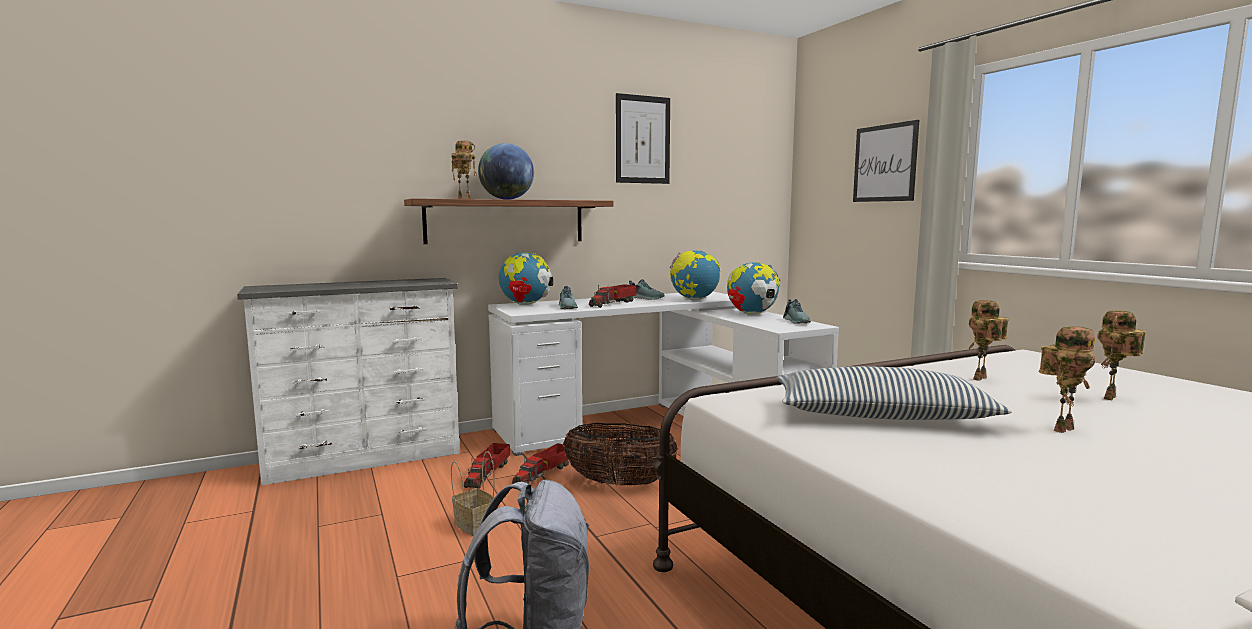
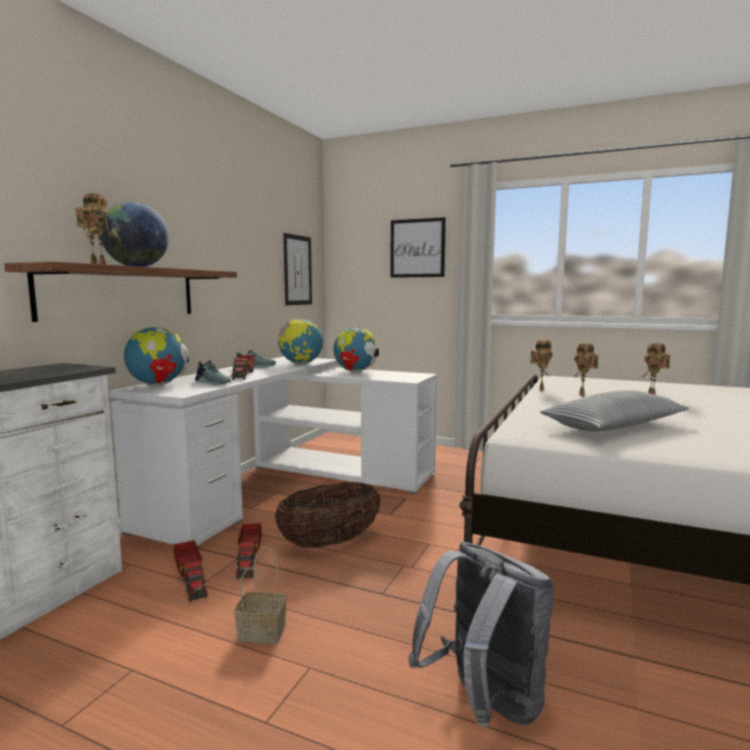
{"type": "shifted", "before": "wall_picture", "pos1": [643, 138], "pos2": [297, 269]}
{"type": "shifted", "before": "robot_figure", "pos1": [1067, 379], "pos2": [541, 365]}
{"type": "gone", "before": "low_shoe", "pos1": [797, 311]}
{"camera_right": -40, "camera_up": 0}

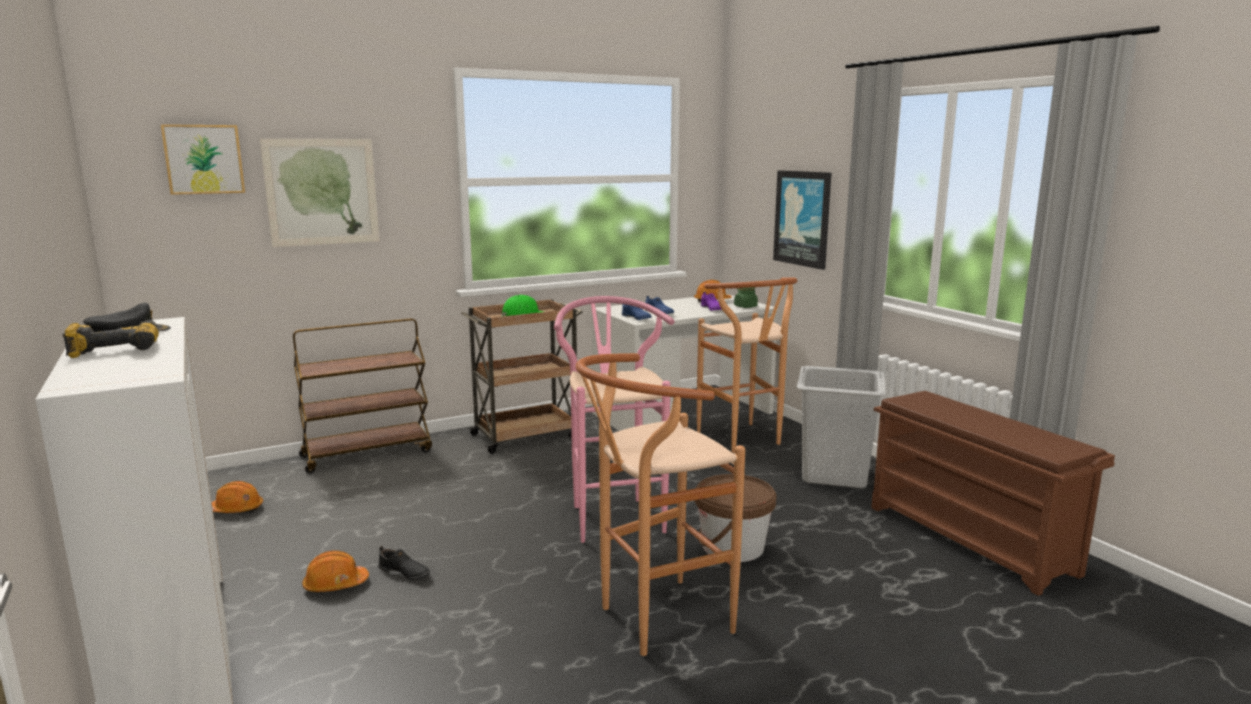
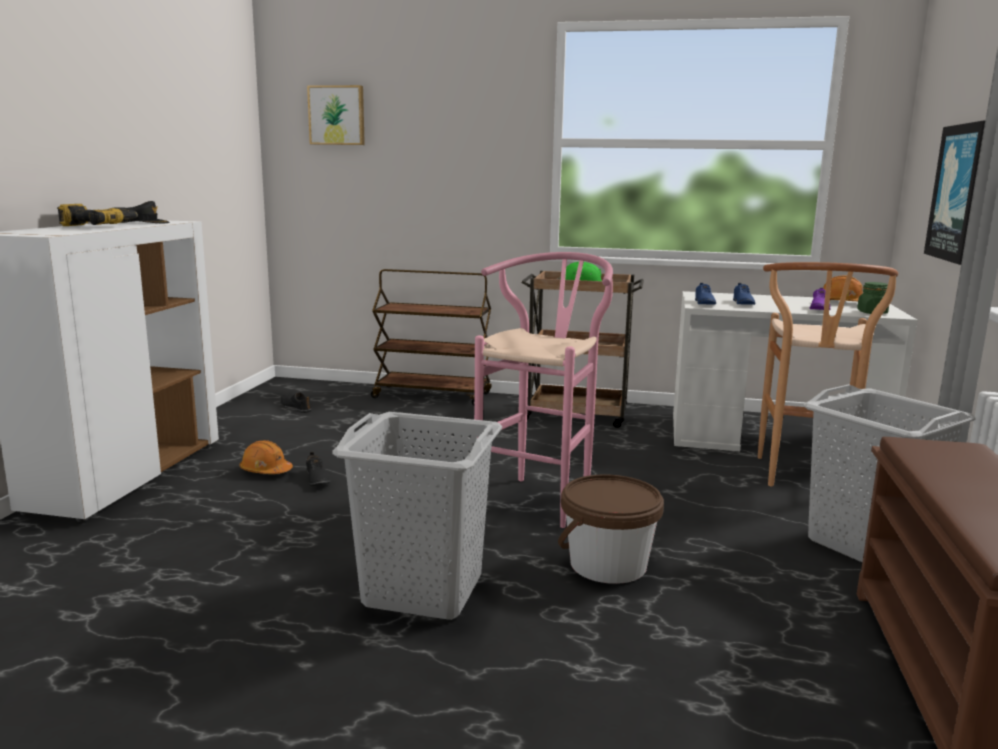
{"type": "swapped", "before": "orange-coloured_hard_hat", "after": "black-coloured_low_shoe", "pos1": [237, 497], "pos2": [296, 402]}
{"type": "swapped", "before": "brown_stool_seat", "after": "greyish_washing_basket", "pos1": [660, 504], "pos2": [417, 516]}
{"type": "gone", "before": "wall_picture", "pos1": [320, 193]}
{"camera_right": 40, "camera_up": 0}

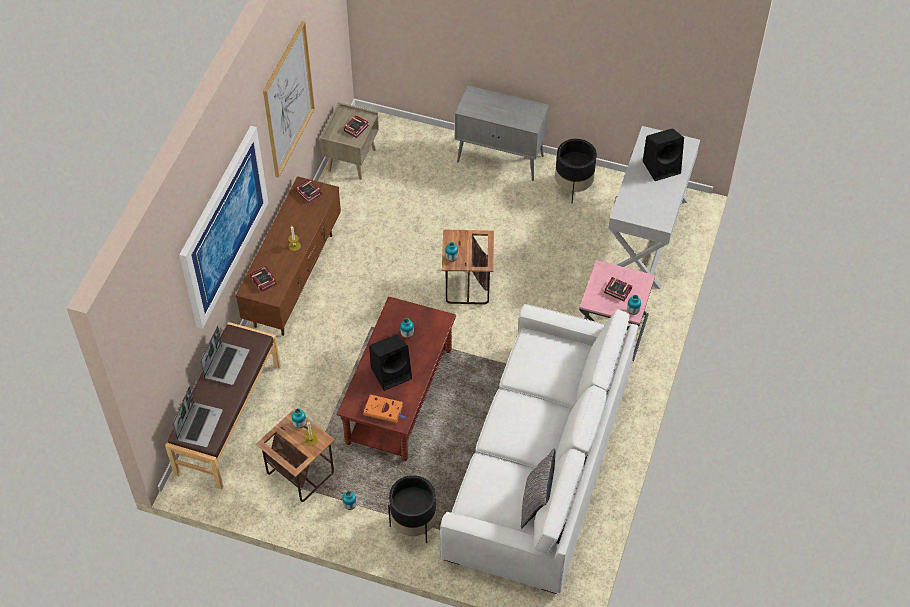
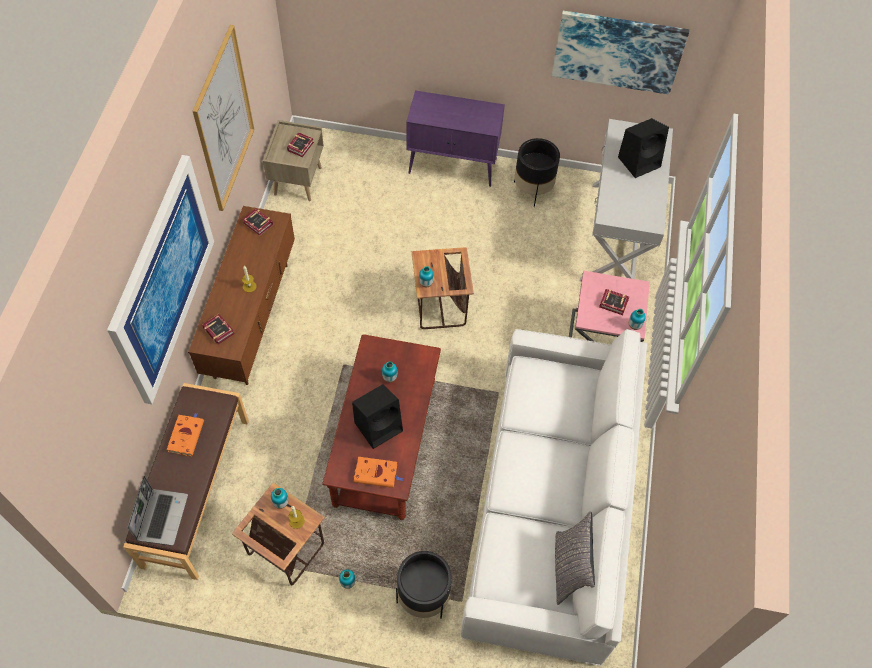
{"type": "swapped", "before": "notebook_computer", "after": "orange-coloured_book", "pos1": [224, 355], "pos2": [185, 434]}
{"type": "repainted", "before": "greyish_cabinet", "after": "purplish_cabinet", "pos1": [502, 133], "pos2": [455, 138]}
{"type": "new", "after": "wall_picture", "pos2": [620, 53]}
{"camera_right": -10, "camera_up": 5}

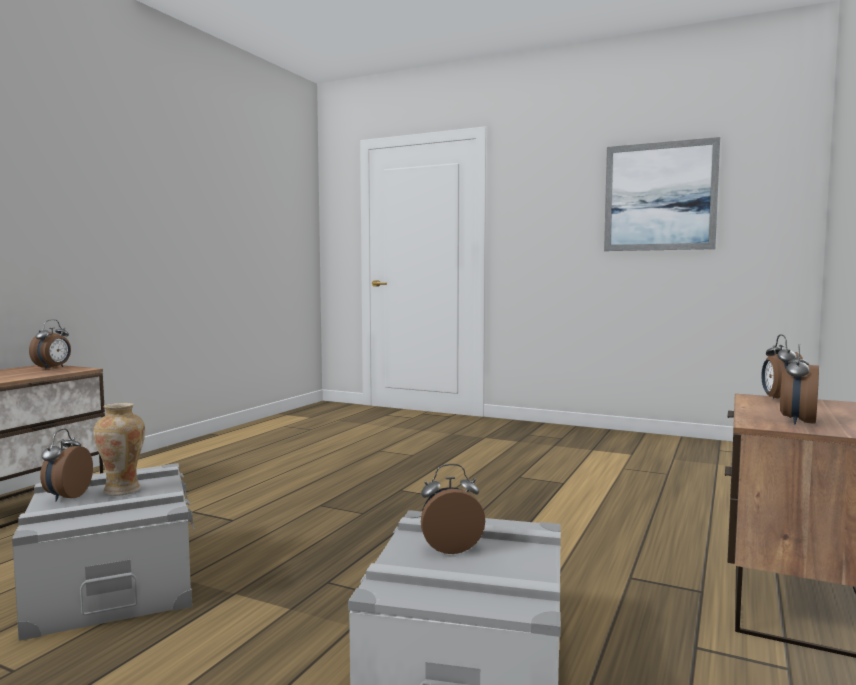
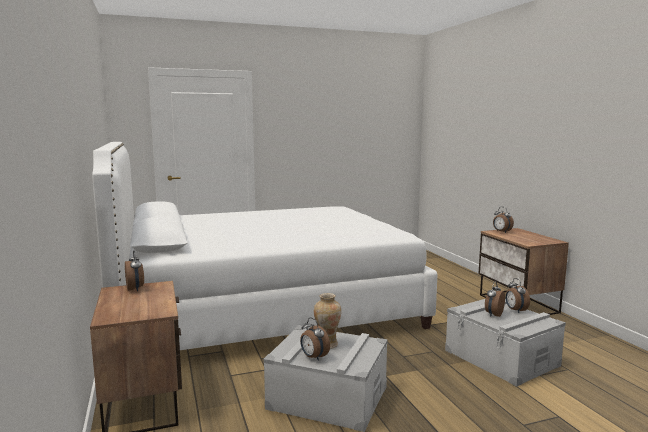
{"type": "new", "after": "white_bedroom_bed", "pos2": [264, 246]}
{"type": "shifted", "before": "bedside_clock", "pos1": [799, 384], "pos2": [517, 295]}
{"type": "gone", "before": "wall_picture", "pos1": [662, 194]}
{"camera_right": -45, "camera_up": 5}

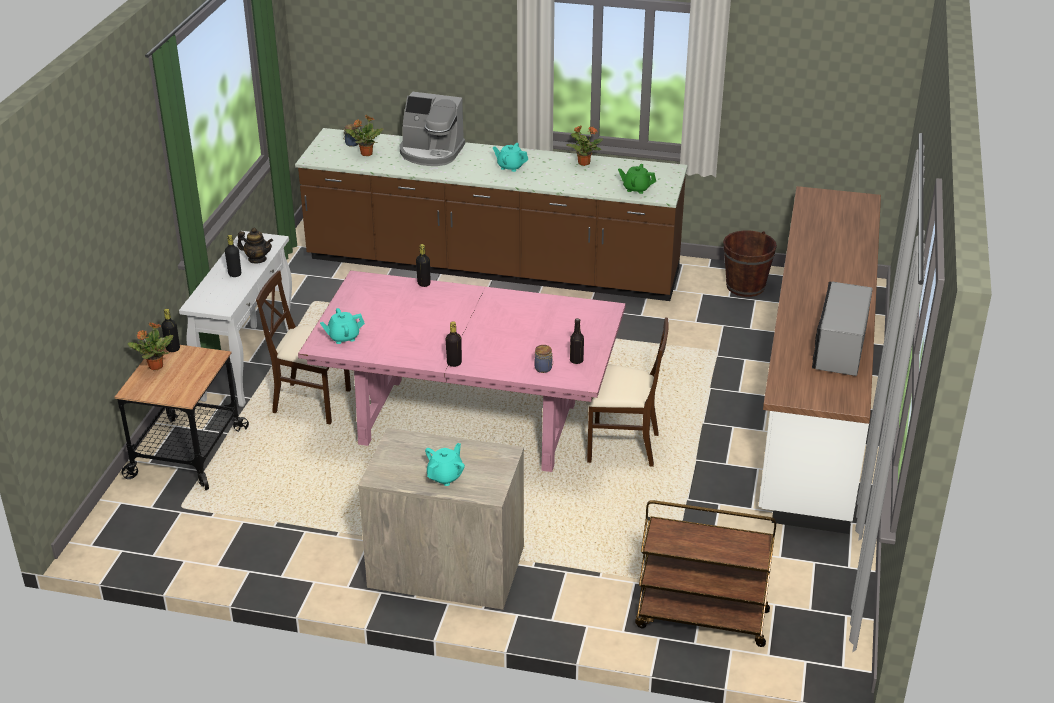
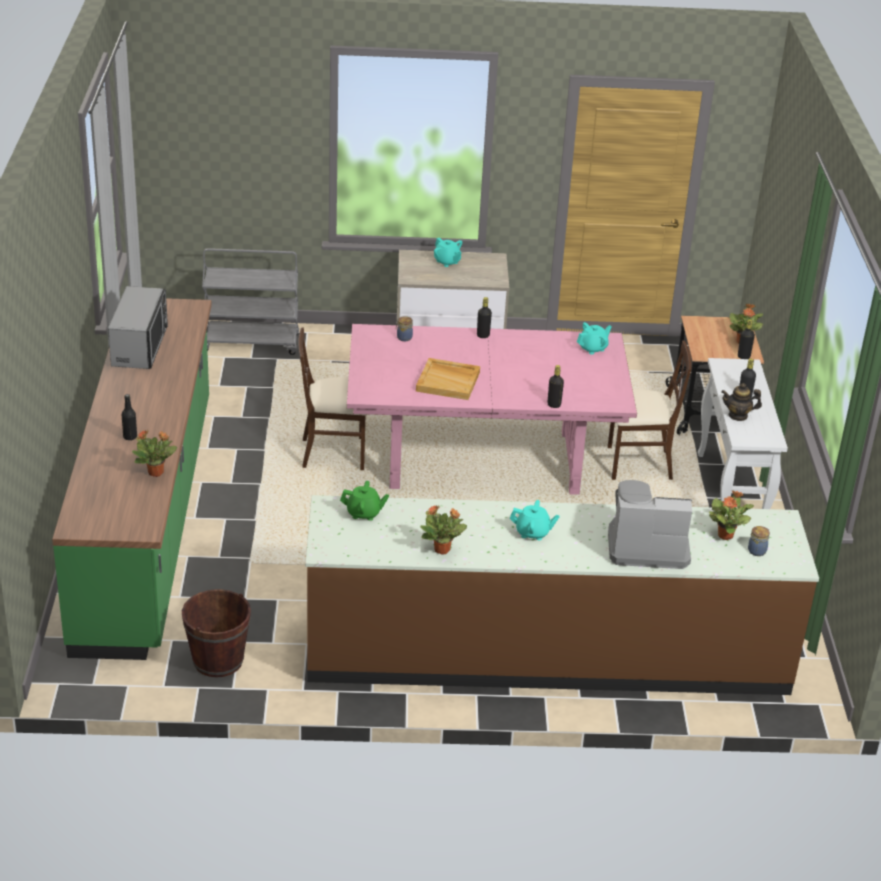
{"type": "repainted", "before": "white_counter", "after": "greenish_counter", "pos1": [820, 360], "pos2": [132, 479]}
{"type": "shifted", "before": "black-coloured_drink_bottle", "pos1": [577, 341], "pos2": [129, 417]}
{"type": "new", "after": "houseplant", "pos2": [154, 453]}
{"type": "repainted", "before": "brown_trolley", "after": "greyish_trolley", "pos1": [705, 573], "pos2": [250, 301]}
{"type": "new", "after": "beige_carrying_tray", "pos2": [448, 379]}
{"type": "rotated", "before": "turquoise_pot_for_tea", "pos1": [445, 464], "pos2": [448, 252], "turn": -60}
{"camera_right": 165, "camera_up": 0}

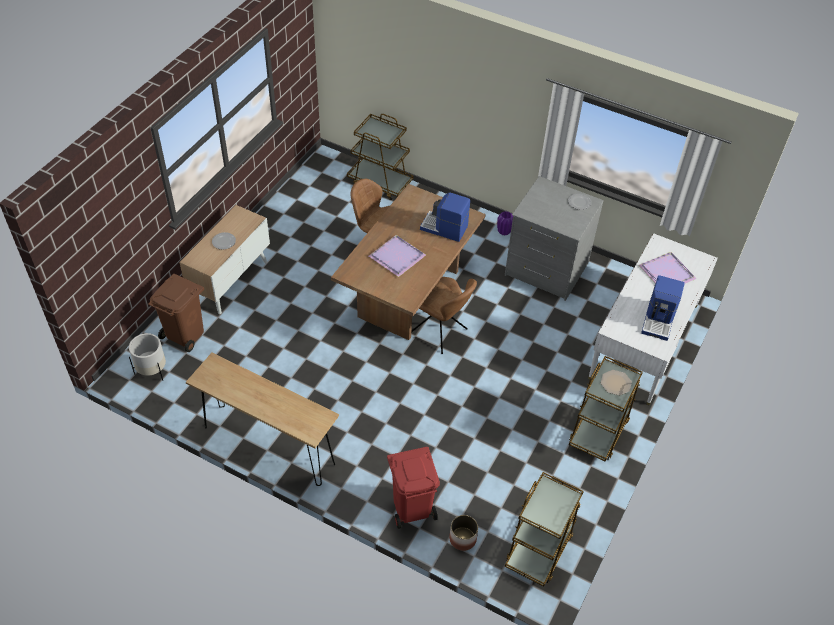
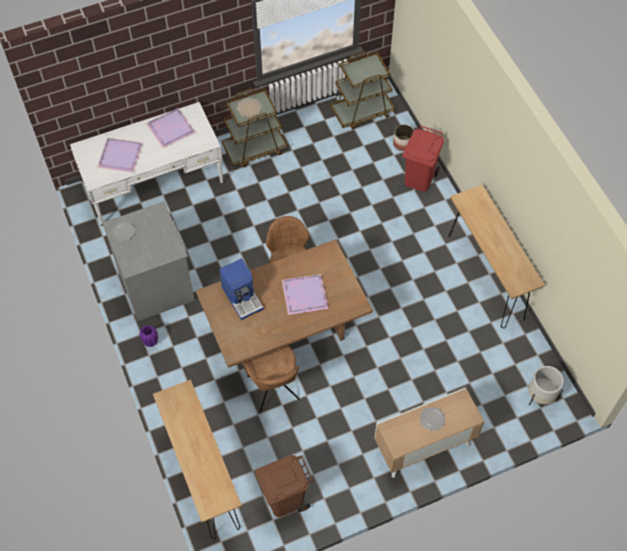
{"type": "swapped", "before": "coffee_machine", "after": "purplish_carrying_tray", "pos1": [663, 308], "pos2": [171, 128]}
{"type": "swapped", "before": "brown_trolley", "after": "brown_narrow_table", "pos1": [380, 157], "pos2": [197, 459]}
{"type": "shifted", "before": "brown_trash_can", "pos1": [176, 313], "pos2": [284, 486]}
{"camera_right": -140, "camera_up": 10}

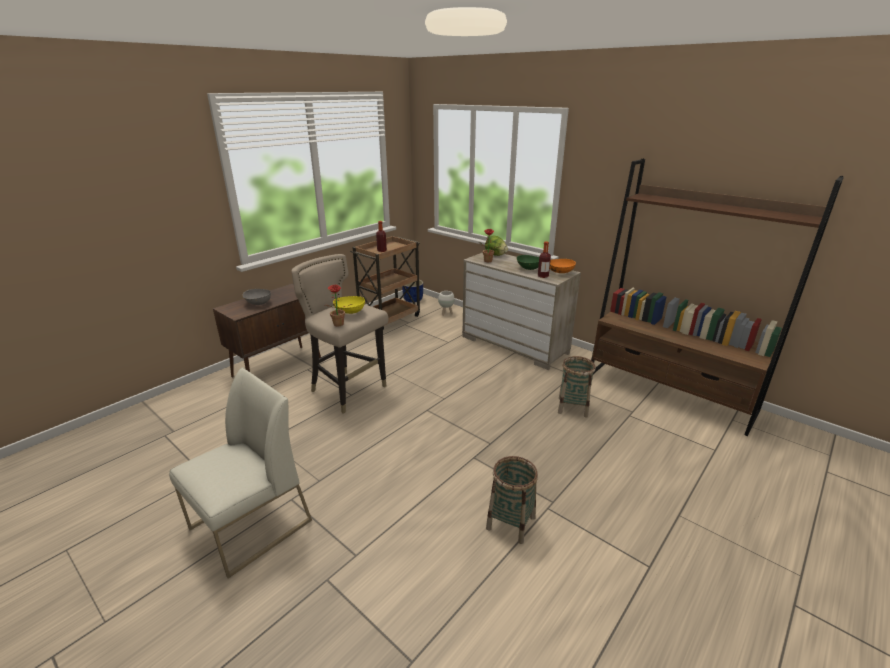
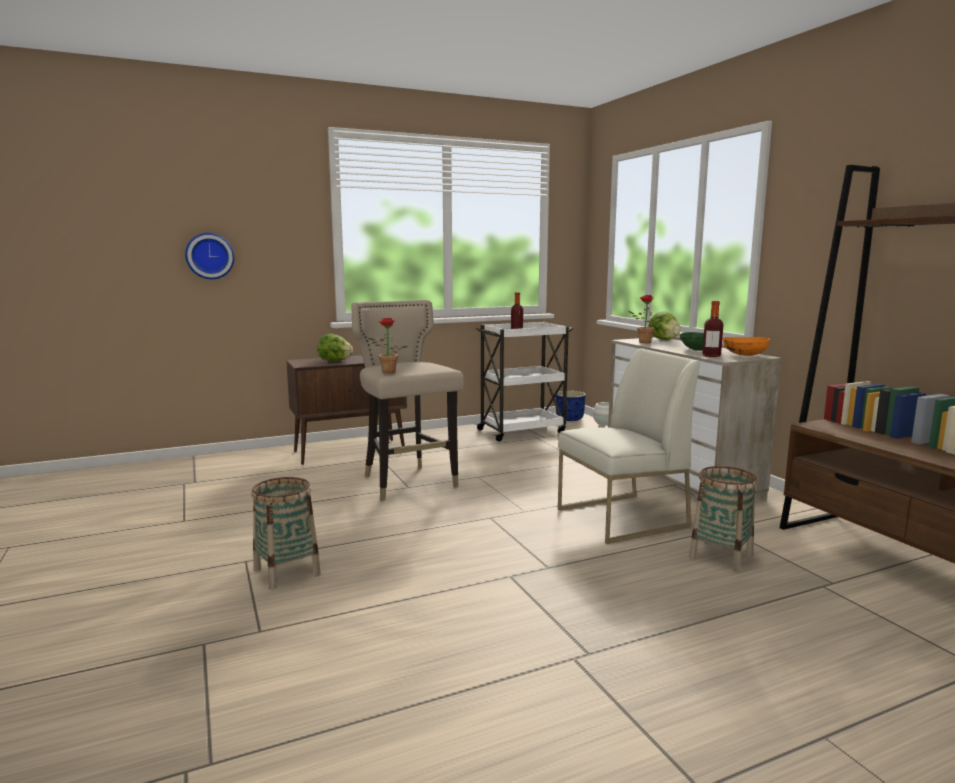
{"type": "new", "after": "hanging_clock", "pos2": [210, 256]}
{"type": "shifted", "before": "storage_basket", "pos1": [512, 500], "pos2": [286, 533]}
{"type": "swapped", "before": "greyish_deep_dish", "after": "head_of_lettuce", "pos1": [256, 297], "pos2": [335, 347]}
{"type": "repainted", "before": "brown_trolley", "after": "white_trolley", "pos1": [385, 282], "pos2": [524, 382]}
{"type": "shifted", "before": "white_upright_chair", "pos1": [240, 472], "pos2": [629, 446]}
{"type": "gone", "before": "yellowish_deep_dish", "pos1": [349, 305]}
{"camera_right": 25, "camera_up": -15}

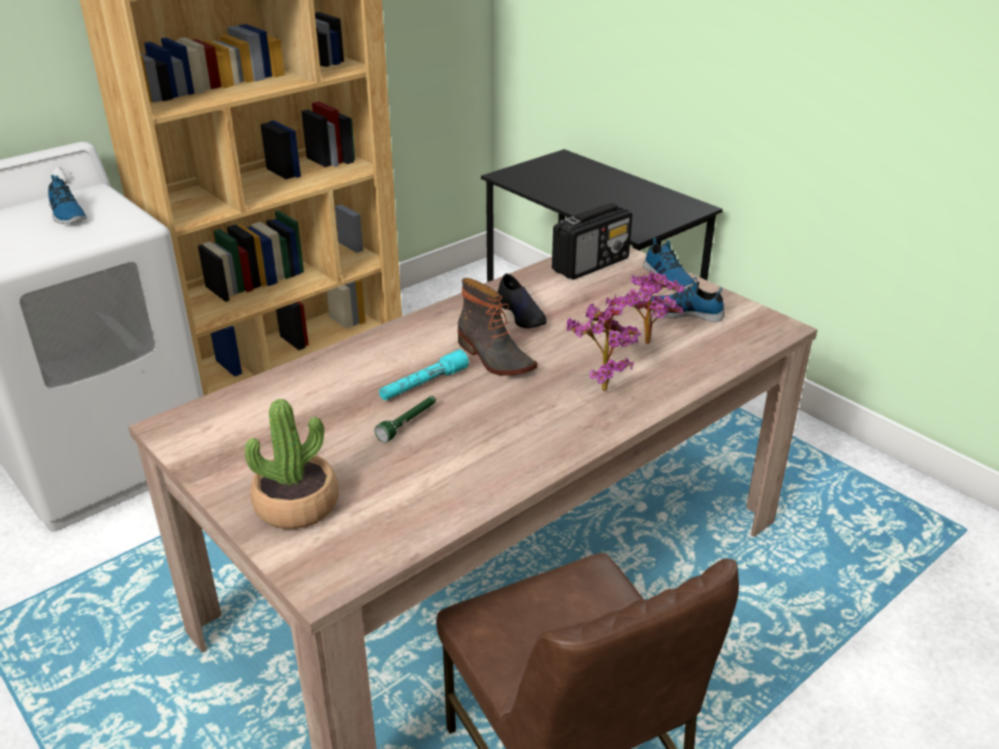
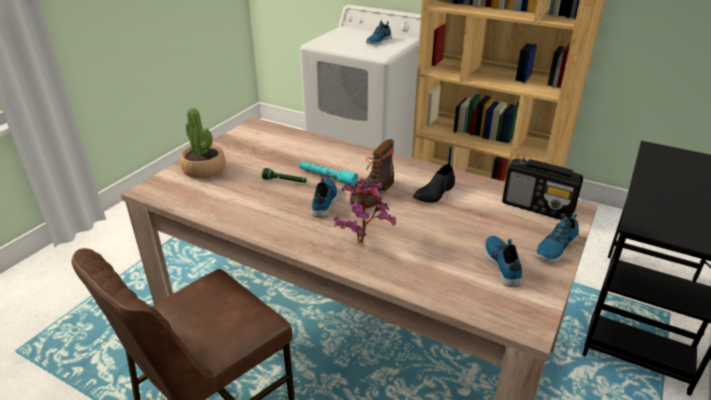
{"type": "new", "after": "low_shoe", "pos2": [324, 198]}
{"type": "gone", "before": "houseplant", "pos1": [645, 307]}
{"camera_right": 70, "camera_up": 0}

